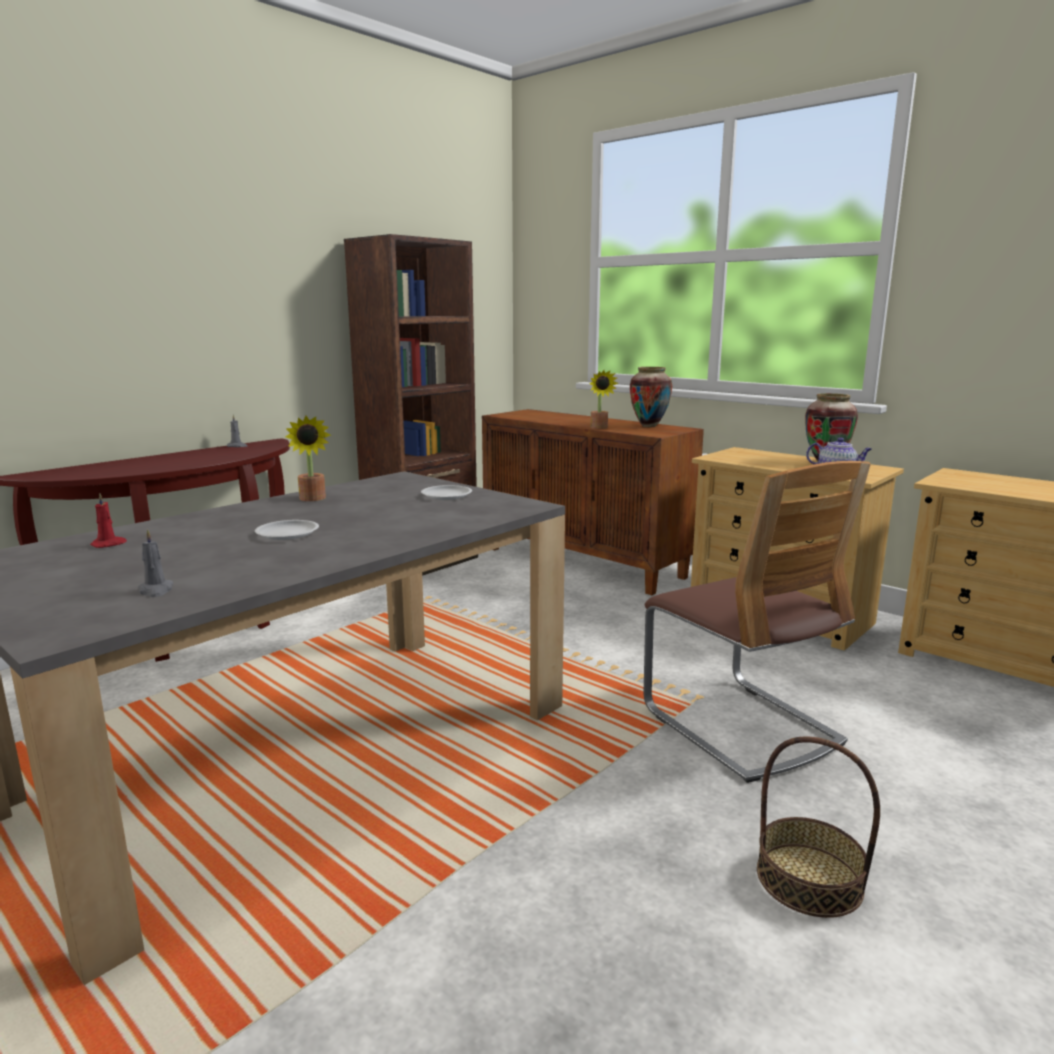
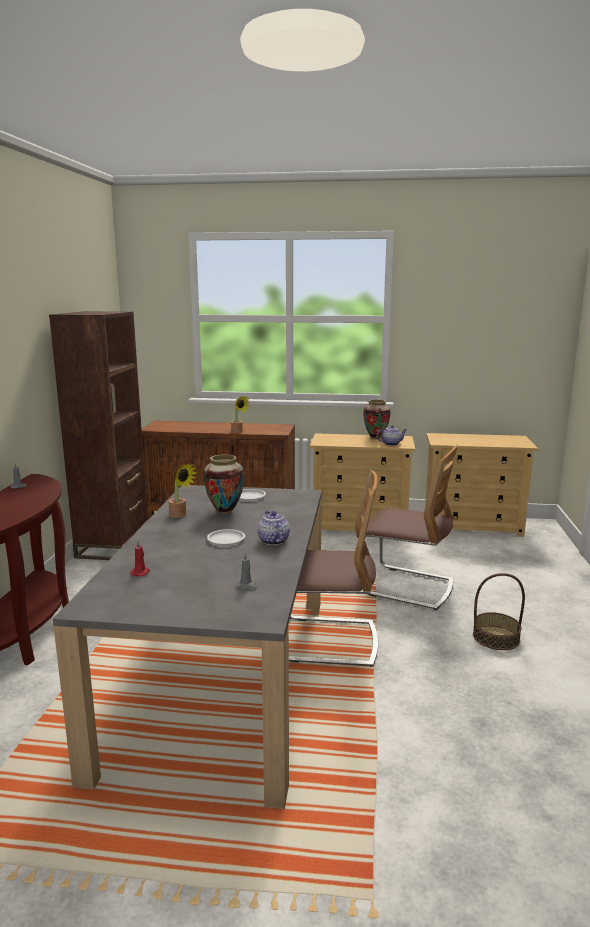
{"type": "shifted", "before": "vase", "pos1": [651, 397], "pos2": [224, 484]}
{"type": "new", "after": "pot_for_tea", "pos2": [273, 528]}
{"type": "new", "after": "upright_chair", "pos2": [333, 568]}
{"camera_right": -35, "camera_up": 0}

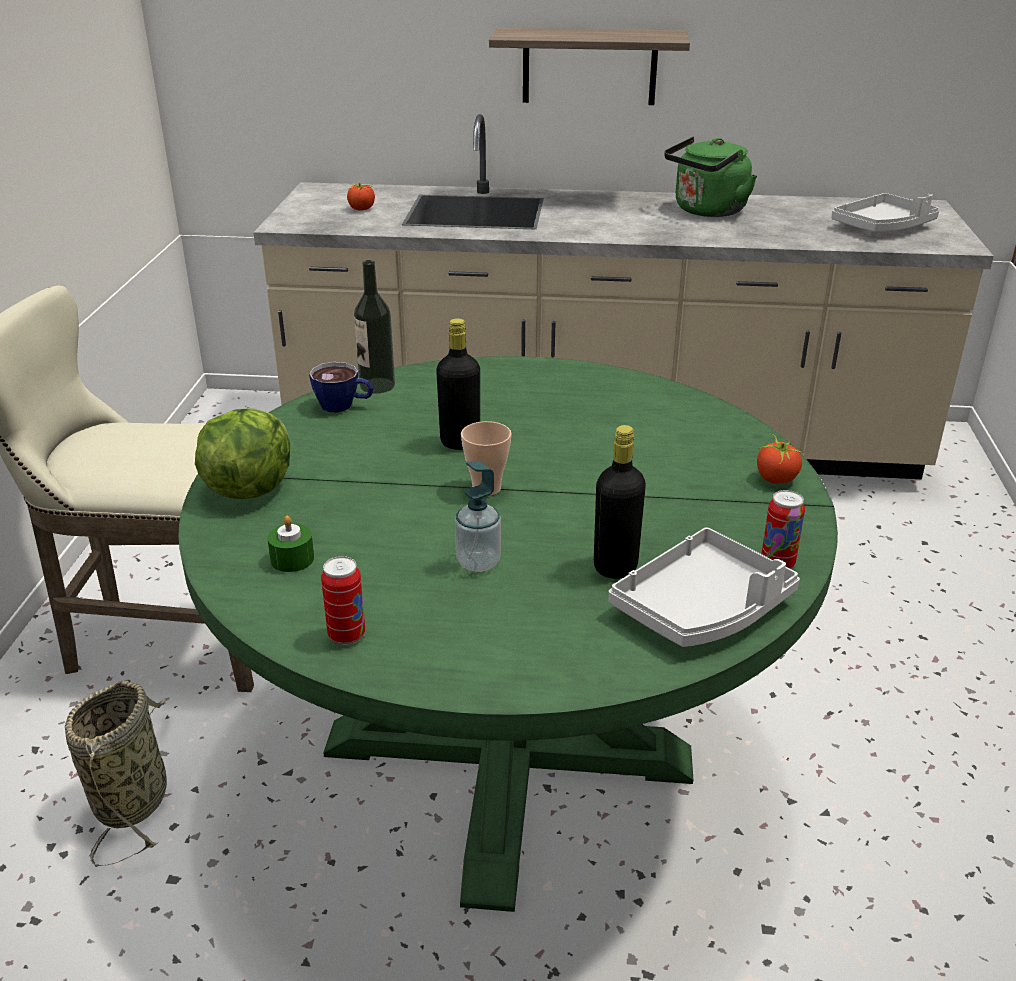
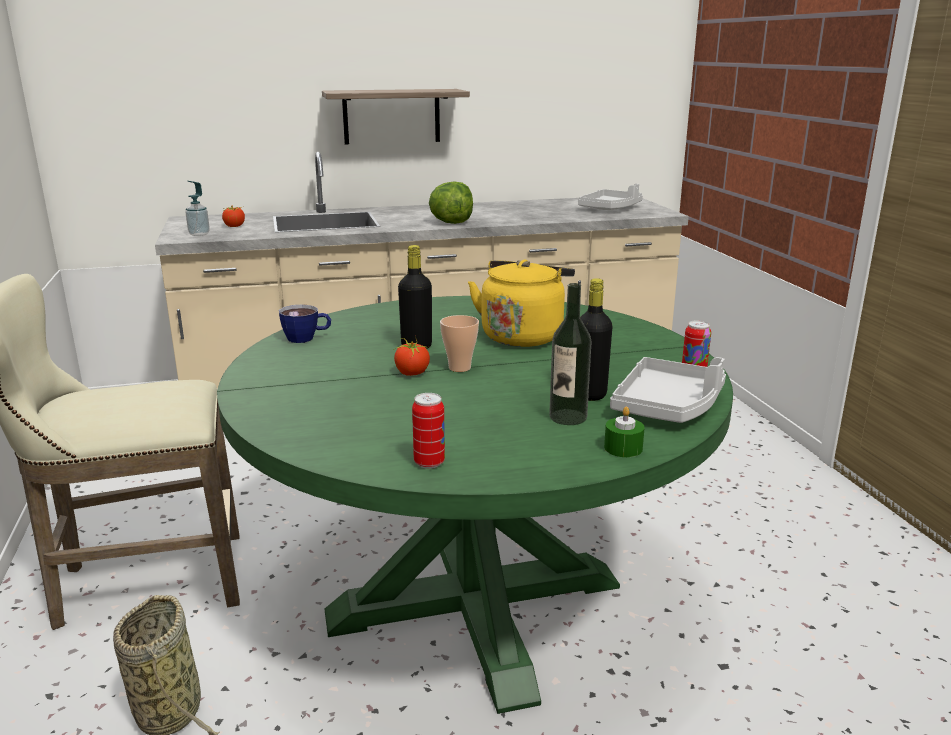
{"type": "shifted", "before": "soap_dispenser", "pos1": [478, 516], "pos2": [197, 208]}
{"type": "shifted", "before": "fresh_tomato", "pos1": [779, 458], "pos2": [412, 356]}
{"type": "shifted", "before": "head_of_lettuce", "pos1": [242, 454], "pos2": [451, 202]}
{"type": "new", "after": "yellowish_tea_kettle", "pos2": [521, 303]}
{"type": "shifted", "before": "drink_bottle", "pos1": [374, 326], "pos2": [570, 354]}
{"type": "shifted", "before": "greenish_wax_light", "pos1": [290, 544], "pos2": [624, 432]}
{"type": "gone", "before": "greenish_tea_kettle", "pos1": [710, 177]}
{"camera_right": -20, "camera_up": -10}

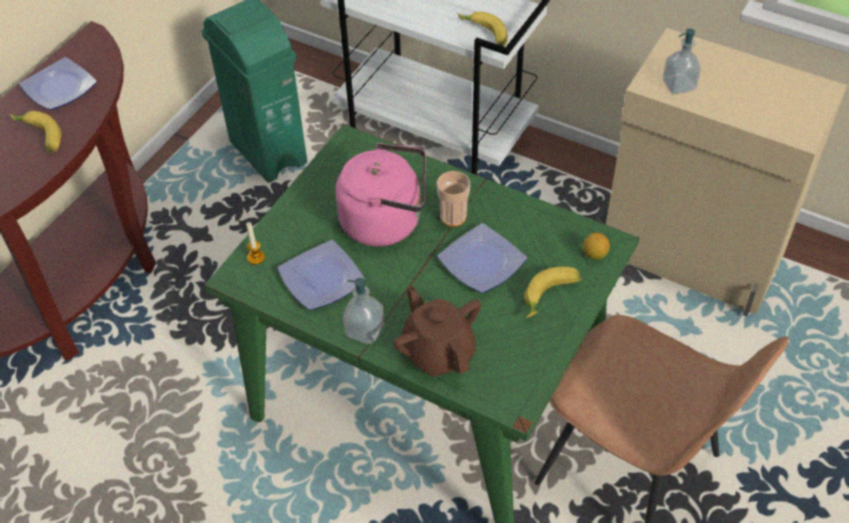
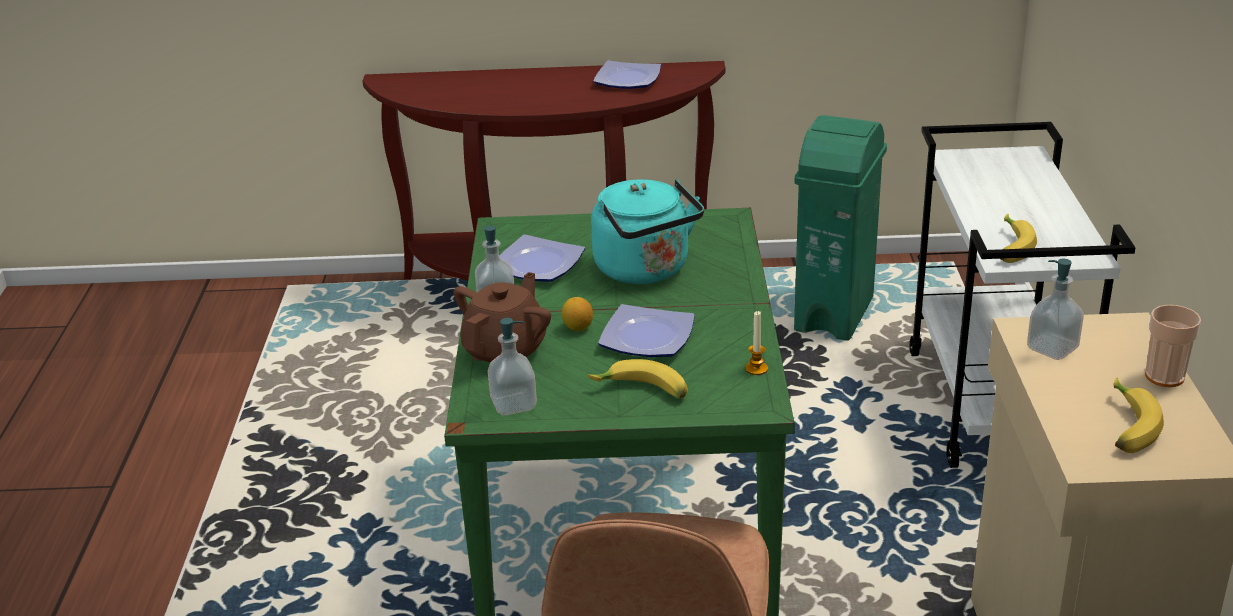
{"type": "new", "after": "soap_dispenser", "pos2": [512, 367]}
{"type": "shifted", "before": "lemon", "pos1": [596, 246], "pos2": [577, 314]}
{"type": "repainted", "before": "pink_tea_kettle", "after": "turquoise_tea_kettle", "pos1": [380, 194], "pos2": [647, 231]}
{"type": "shifted", "before": "wax_light", "pos1": [255, 243], "pos2": [756, 343]}
{"type": "shifted", "before": "banana", "pos1": [35, 132], "pos2": [1139, 415]}
{"type": "shifted", "before": "small_cup", "pos1": [453, 199], "pos2": [1173, 346]}
{"camera_right": 60, "camera_up": -20}

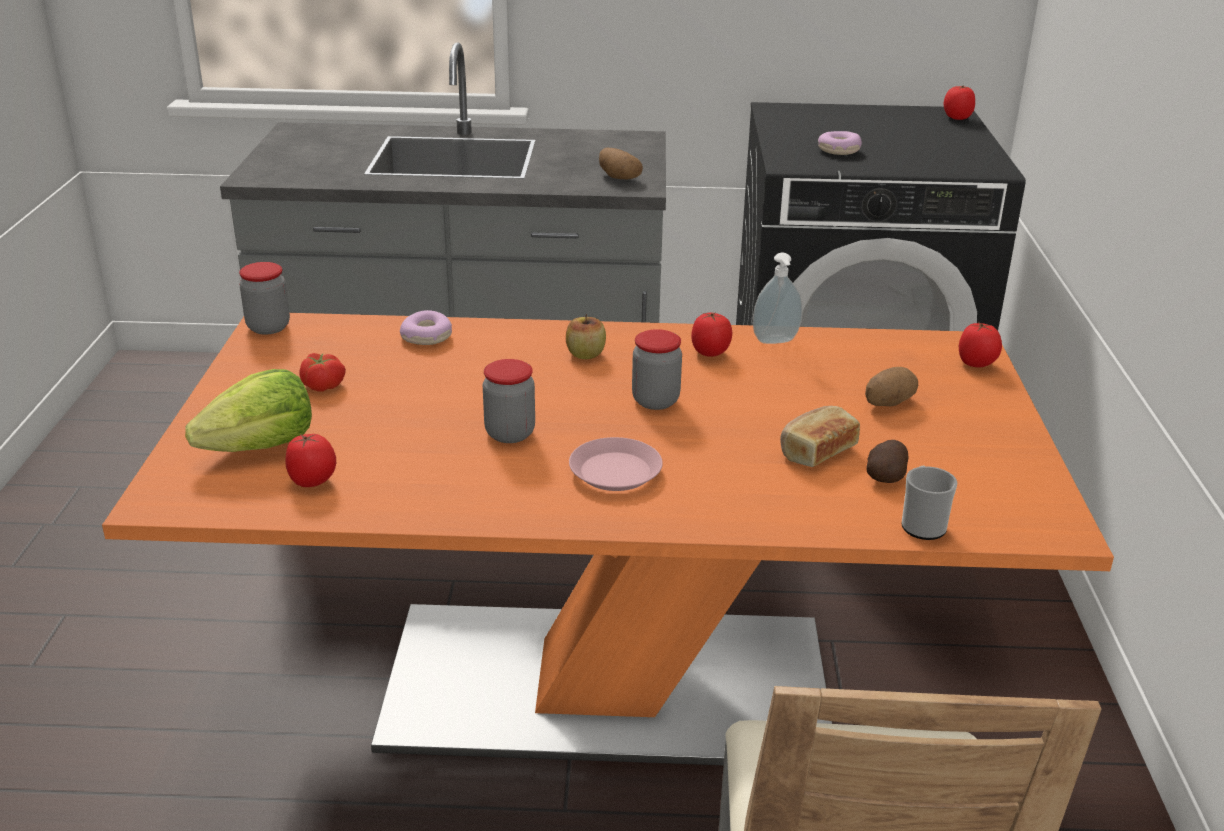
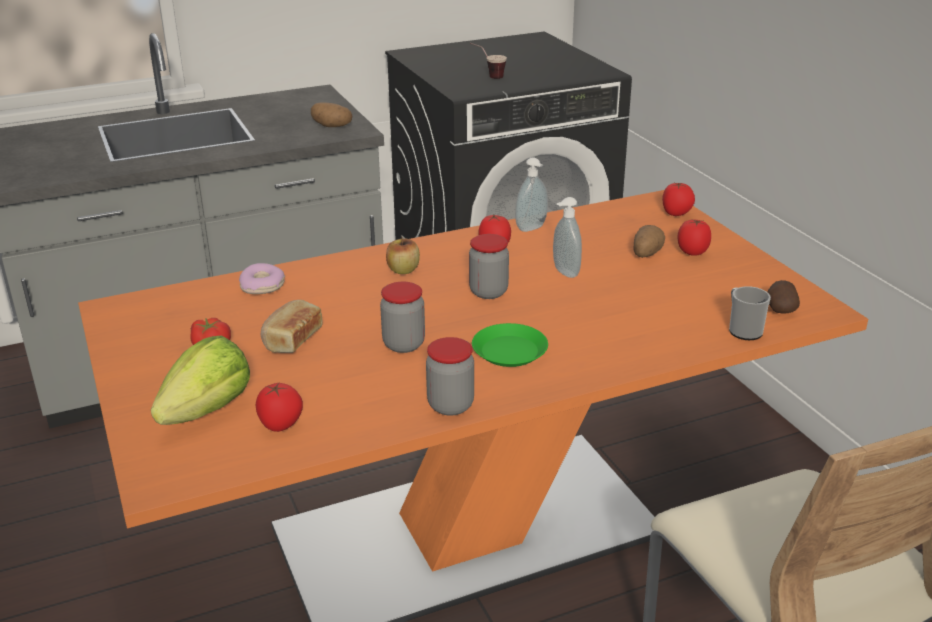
{"type": "shifted", "before": "bread", "pos1": [820, 436], "pos2": [292, 326]}
{"type": "shifted", "before": "preserve_jar", "pos1": [264, 298], "pos2": [450, 376]}
{"type": "swapped", "before": "donut", "after": "small_cup", "pos1": [840, 143], "pos2": [488, 61]}
{"type": "repainted", "before": "pink_plate", "after": "greenish_plate", "pos1": [616, 464], "pos2": [510, 345]}
{"type": "new", "after": "soap_dispenser", "pos2": [567, 237]}
{"type": "shifted", "before": "fresh_tomato", "pos1": [959, 103], "pos2": [694, 238]}
{"type": "shifted", "before": "spud", "pos1": [887, 461], "pos2": [784, 297]}
{"camera_right": -25, "camera_up": 0}

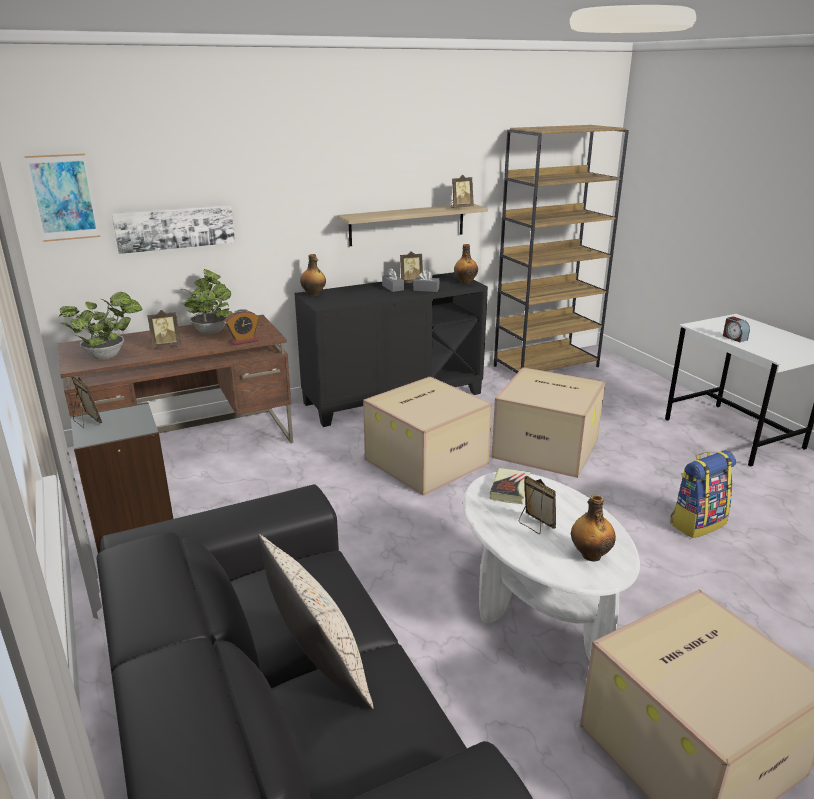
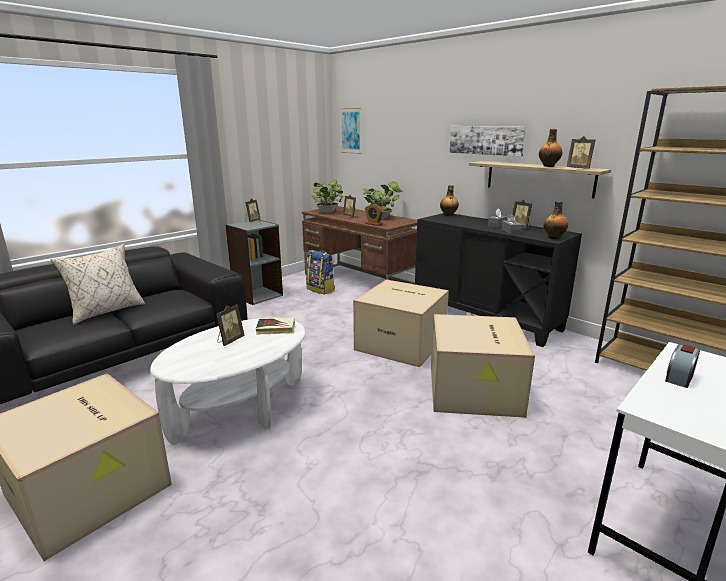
{"type": "shifted", "before": "knapsack", "pos1": [703, 494], "pos2": [320, 272]}
{"type": "shifted", "before": "wall_picture", "pos1": [173, 229], "pos2": [487, 141]}
{"type": "shifted", "before": "drink_bottle", "pos1": [593, 528], "pos2": [550, 148]}
{"camera_right": 70, "camera_up": -5}

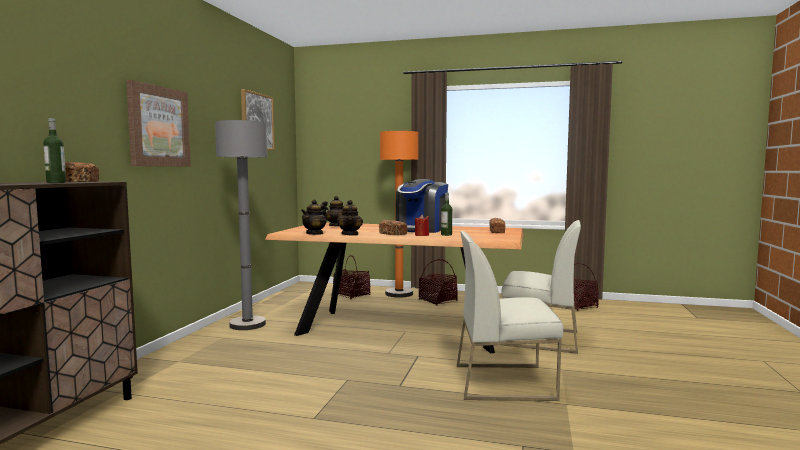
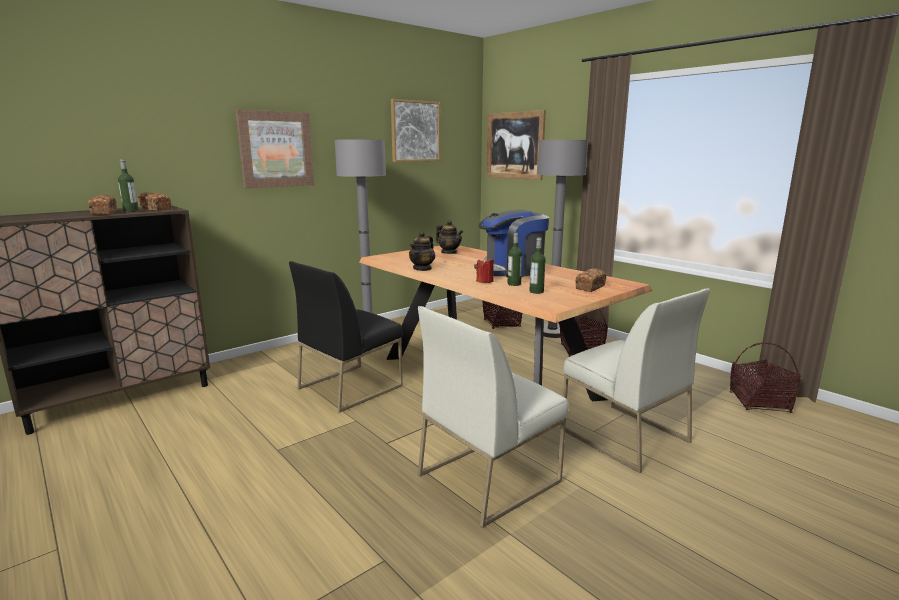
{"type": "shifted", "before": "bread", "pos1": [393, 227], "pos2": [102, 205]}
{"type": "new", "after": "black-coloured_upright_chair", "pos2": [346, 337]}
{"type": "rotated", "before": "white_upright_chair", "pos1": [510, 316], "pos2": [493, 417], "turn": -75}
{"type": "new", "after": "wall_picture", "pos2": [516, 145]}
{"type": "new", "after": "drink_bottle", "pos2": [538, 266]}
{"type": "repainted", "before": "orange-coloured_standard_lamp", "after": "greyish_standard_lamp", "pos1": [399, 214], "pos2": [563, 238]}
{"type": "gone", "before": "pot_for_tea", "pos1": [314, 217]}
{"camera_right": 35, "camera_up": 10}

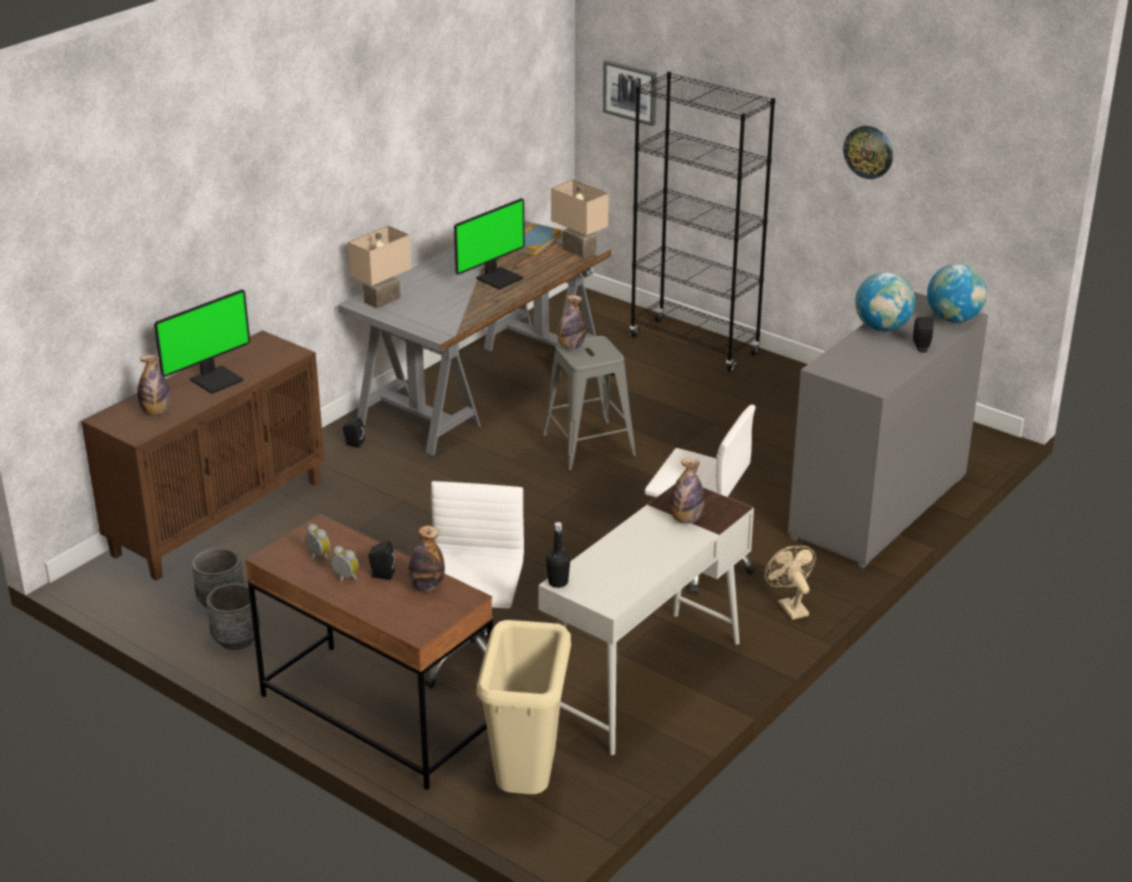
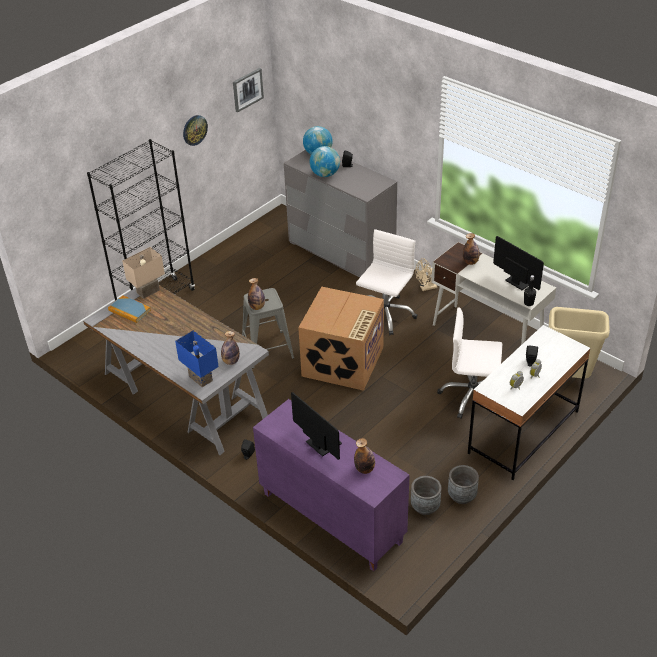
{"type": "repainted", "before": "beige_tabletop_lamp", "after": "blue_tabletop_lamp", "pos1": [379, 267], "pos2": [197, 359]}
{"type": "shifted", "before": "drink_bottle", "pos1": [427, 559], "pos2": [230, 348]}
{"type": "shifted", "before": "wall_picture", "pos1": [630, 93], "pos2": [248, 90]}
{"type": "repainted", "before": "brown_cabinet", "after": "purplish_cabinet", "pos1": [203, 455], "pos2": [331, 485]}
{"type": "new", "after": "carton", "pos2": [341, 339]}
{"type": "repainted", "before": "brown_desk_unit", "after": "white_desk_unit", "pos1": [369, 652], "pos2": [529, 402]}
{"type": "shifted", "before": "monitor", "pos1": [489, 243], "pos2": [518, 263]}
{"camera_right": -85, "camera_up": 10}

